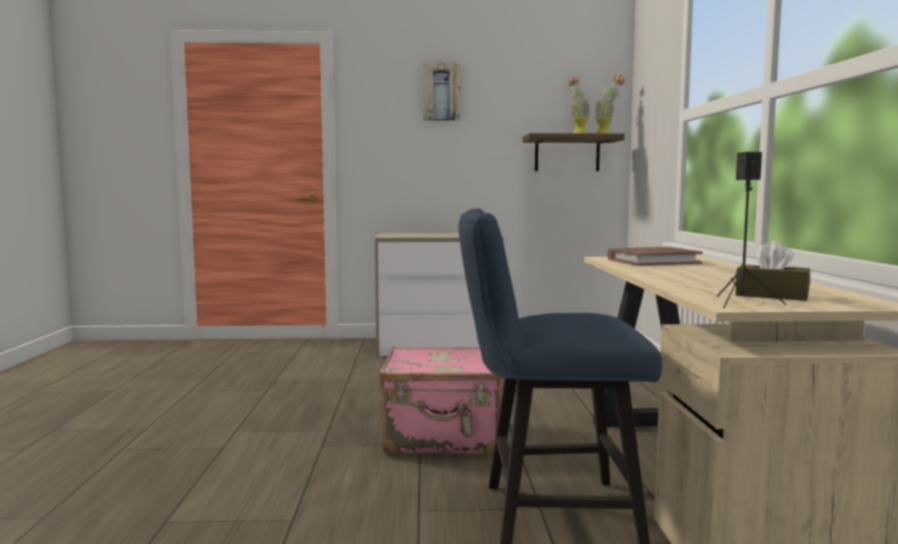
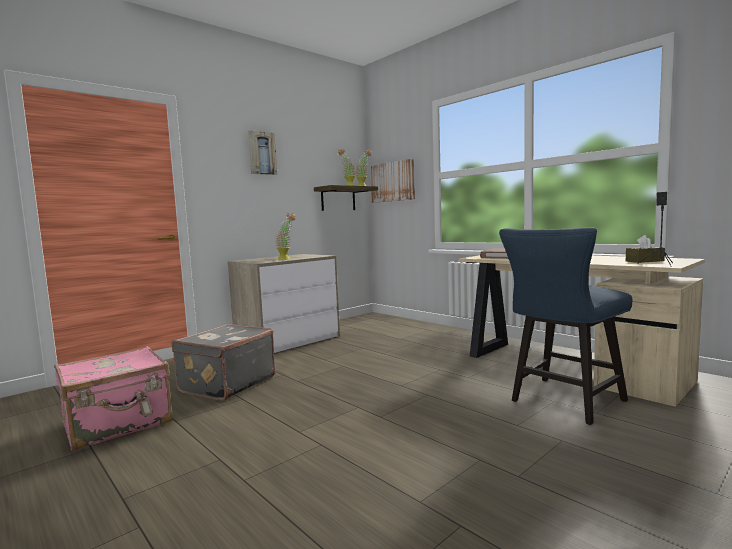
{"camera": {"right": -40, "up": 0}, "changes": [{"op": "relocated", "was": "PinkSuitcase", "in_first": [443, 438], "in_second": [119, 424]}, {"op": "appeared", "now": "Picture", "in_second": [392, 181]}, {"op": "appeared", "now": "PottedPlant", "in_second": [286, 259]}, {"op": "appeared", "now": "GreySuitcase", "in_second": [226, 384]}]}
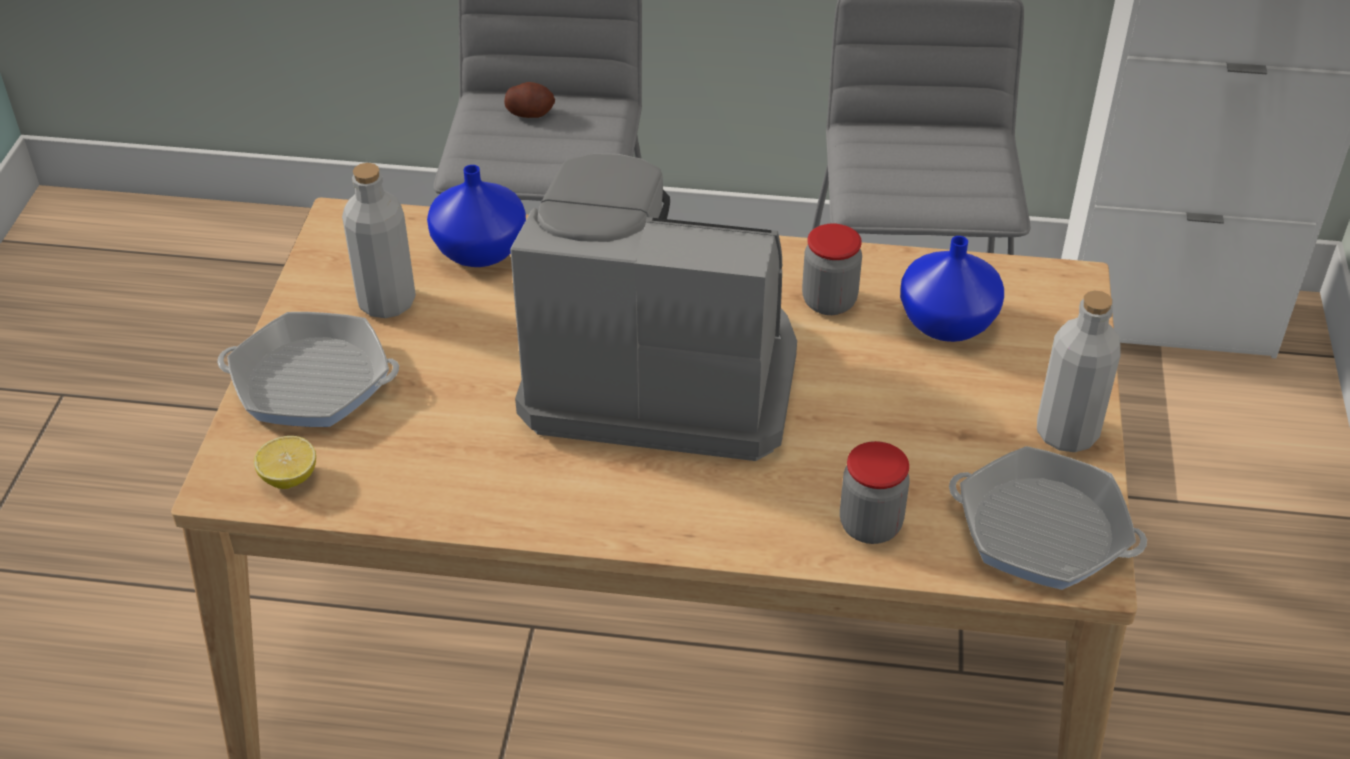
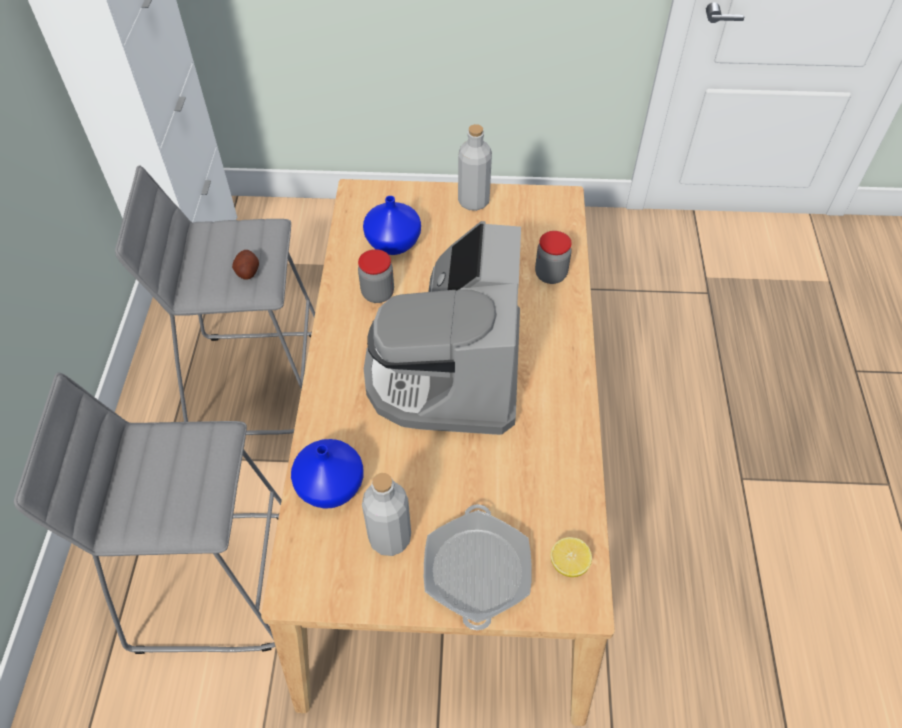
{"camera": {"right": -95, "up": 10}, "changes": [{"op": "relocated", "was": "Potato", "in_first": [530, 113], "in_second": [247, 272]}, {"op": "missing", "was": "FryingPan", "in_first": [1042, 530]}]}
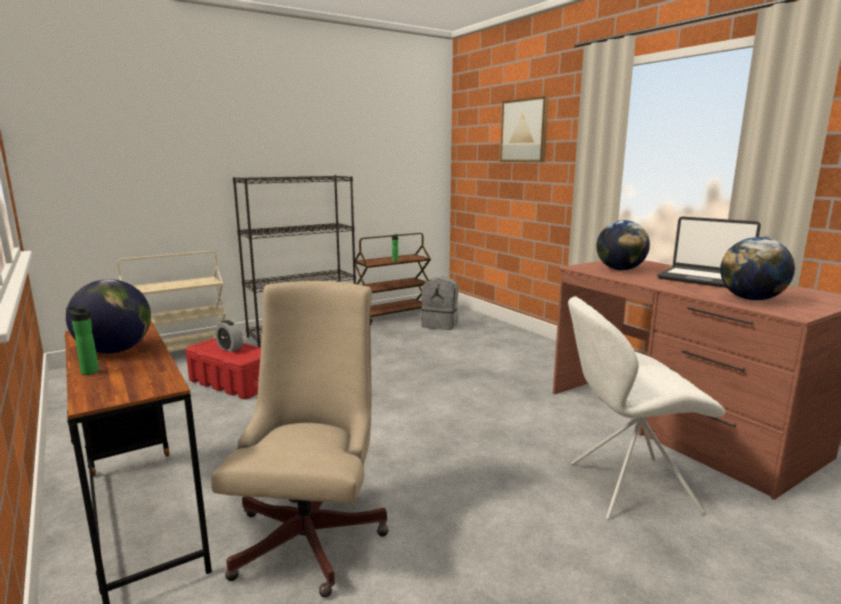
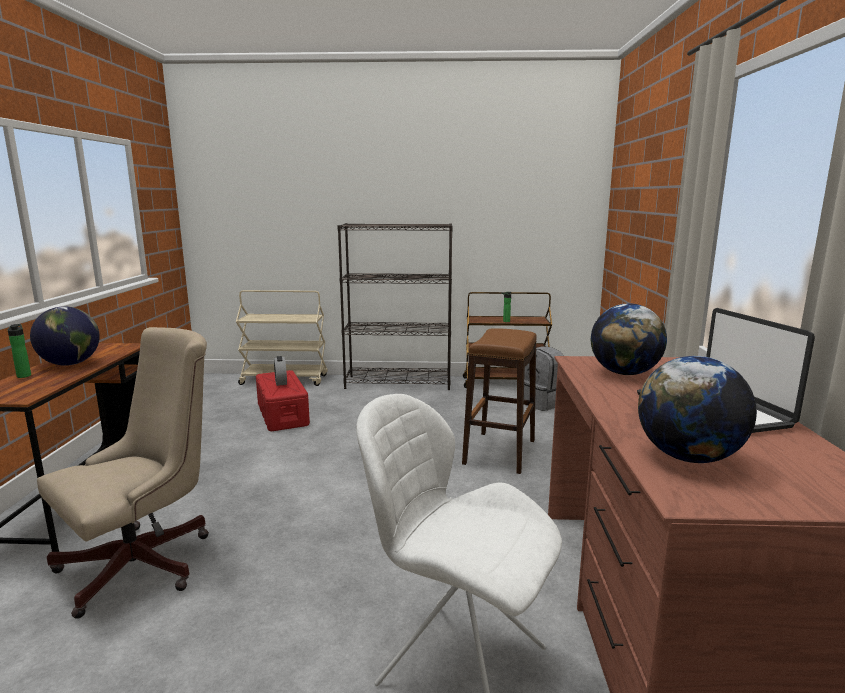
{"camera": {"right": 35, "up": 0}, "changes": [{"op": "missing", "was": "Picture", "in_first": [524, 130]}, {"op": "appeared", "now": "BrownStool", "in_second": [499, 451]}]}
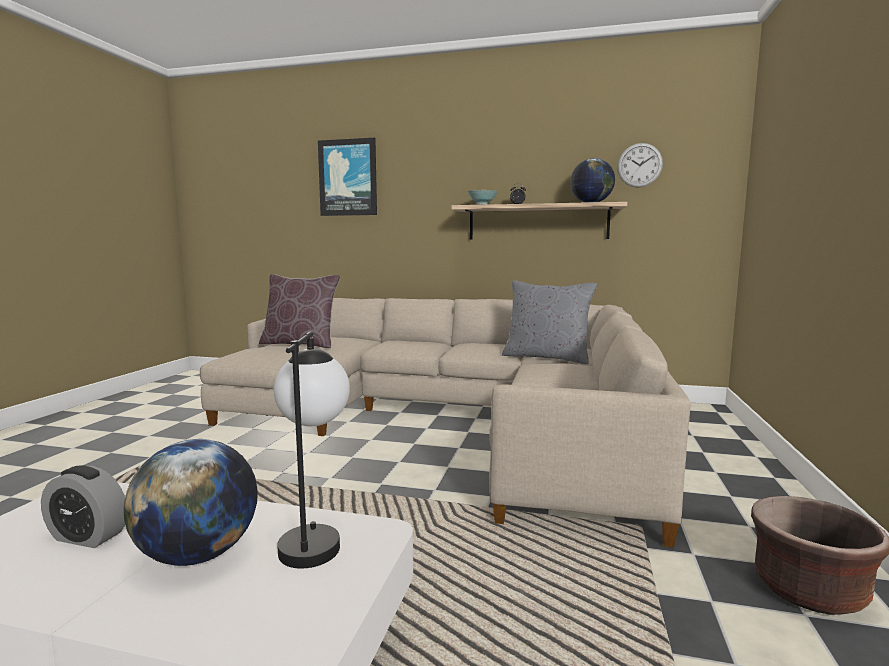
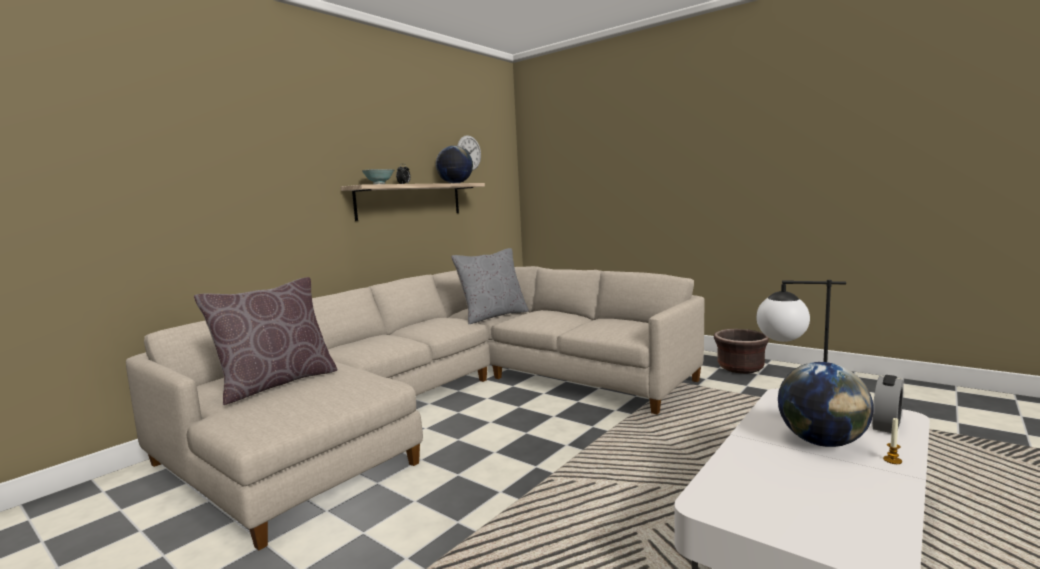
{"camera": {"right": -65, "up": 0}, "changes": [{"op": "missing", "was": "Picture", "in_first": [348, 178]}, {"op": "relocated", "was": "AlarmClock", "in_first": [88, 537], "in_second": [886, 425]}, {"op": "appeared", "now": "Candle", "in_second": [892, 460]}]}
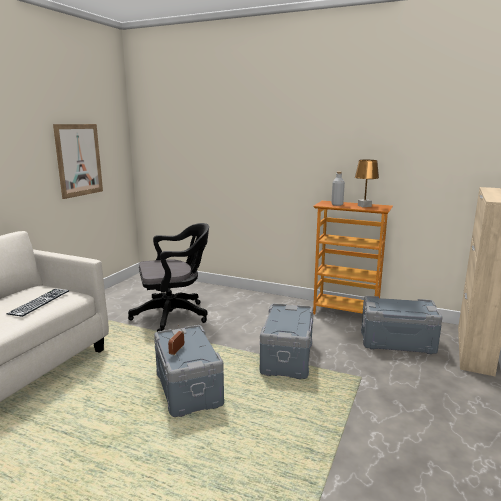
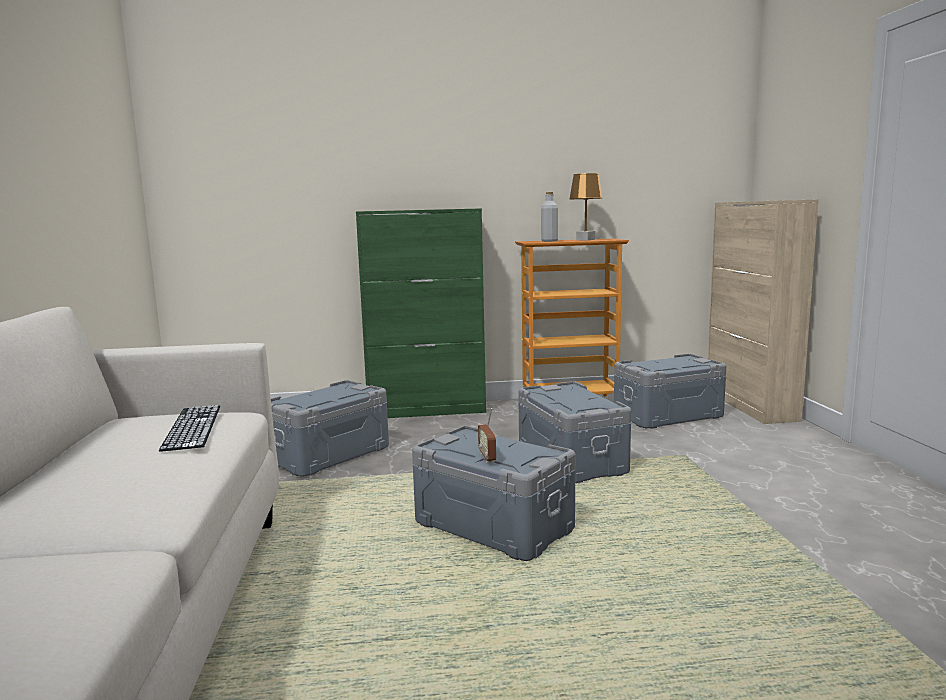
{"camera": {"right": -30, "up": -5}, "changes": [{"op": "missing", "was": "Picture", "in_first": [79, 160]}, {"op": "exchanged", "was": "BlackOfficeChair", "now": "GreyStorageBox", "in_first": [174, 315], "in_second": [329, 455]}, {"op": "appeared", "now": "GreenCabinet", "in_second": [427, 410]}]}
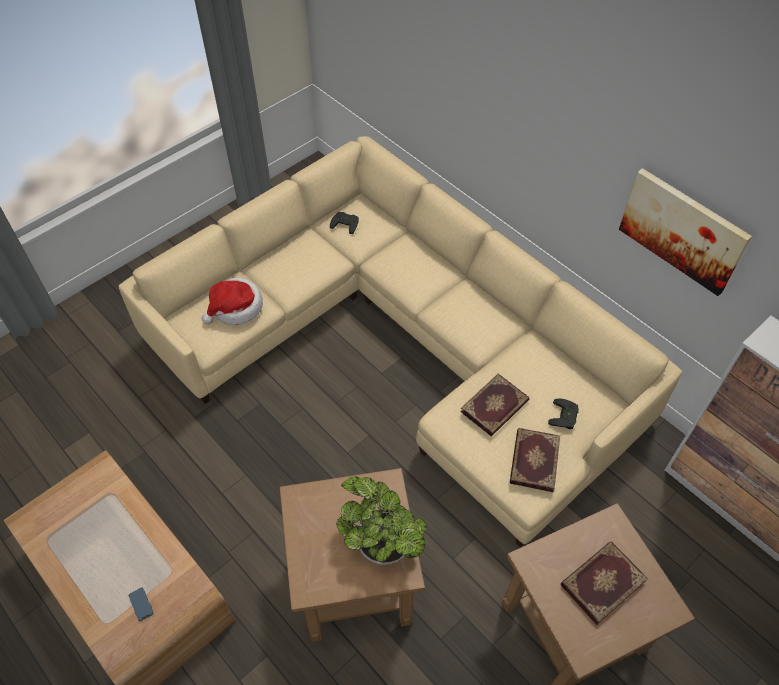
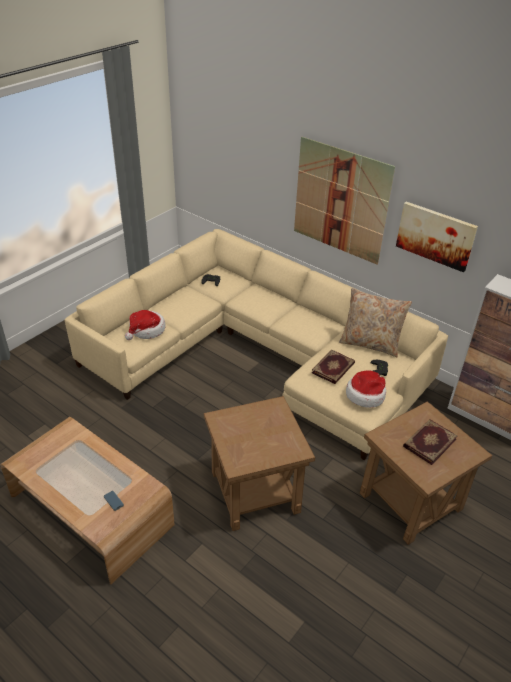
{"camera": {"right": -10, "up": -15}, "changes": [{"op": "exchanged", "was": "Book", "now": "Hat", "in_first": [533, 460], "in_second": [365, 395]}, {"op": "missing", "was": "PottedPlant", "in_first": [381, 542]}, {"op": "appeared", "now": "Picture", "in_second": [340, 201]}, {"op": "appeared", "now": "BeigePillow", "in_second": [370, 344]}]}
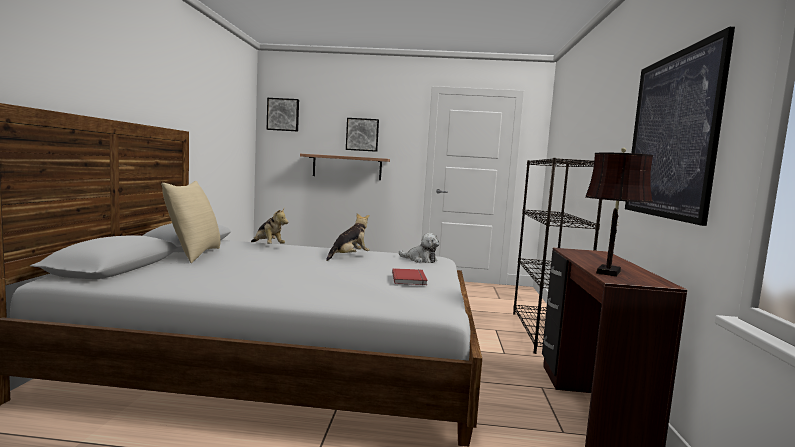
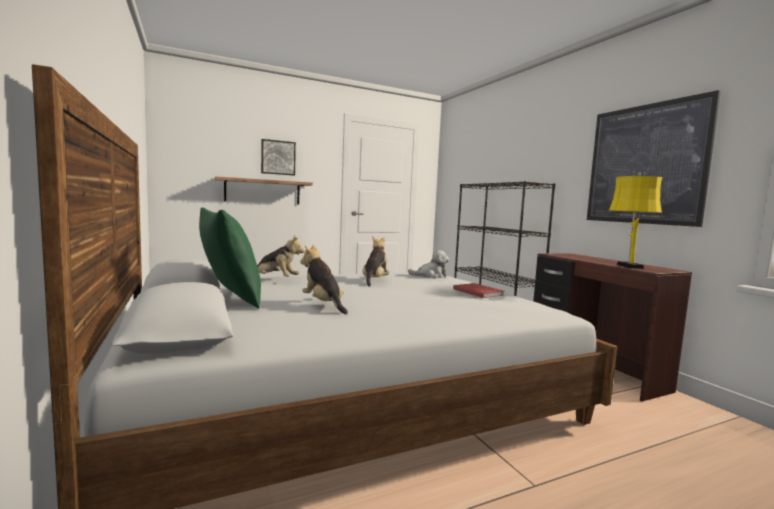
{"camera": {"right": -30, "up": 0}, "changes": [{"op": "missing", "was": "Picture", "in_first": [283, 114]}, {"op": "colour", "was": "BrownTableLamp", "now": "YellowTableLamp", "in_first": [609, 271], "in_second": [628, 266]}, {"op": "colour", "was": "BeigePillow", "now": "GreenPillow", "in_first": [193, 254], "in_second": [229, 299]}, {"op": "appeared", "now": "PlushToy", "in_second": [323, 305]}]}
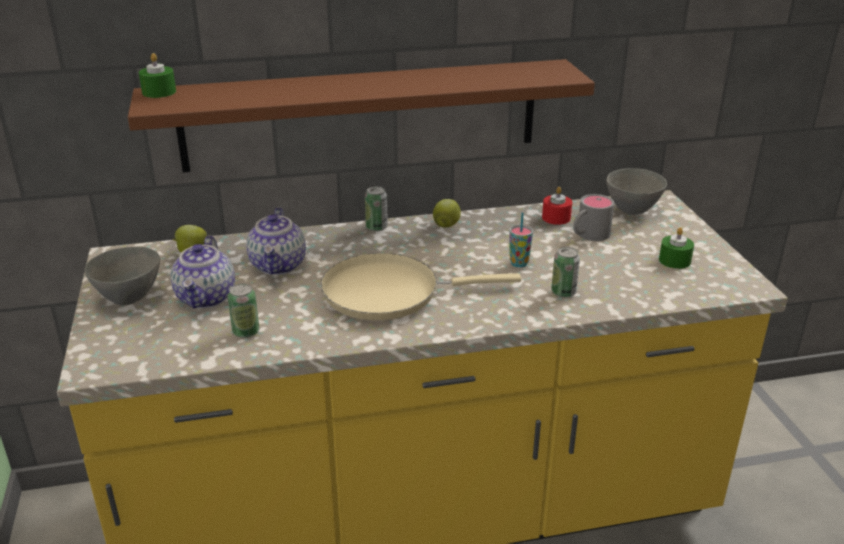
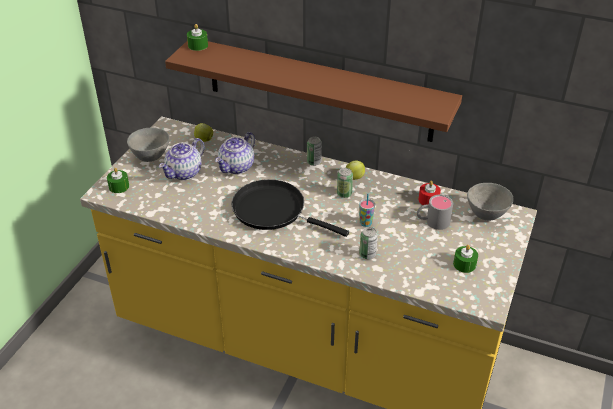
{"camera": {"right": 35, "up": 10}, "changes": [{"op": "colour", "was": "BeigeFryingPan", "now": "BlackFryingPan", "in_first": [389, 293], "in_second": [274, 210]}, {"op": "relocated", "was": "Can", "in_first": [246, 332], "in_second": [344, 194]}, {"op": "appeared", "now": "GreenCandle", "in_second": [119, 186]}]}
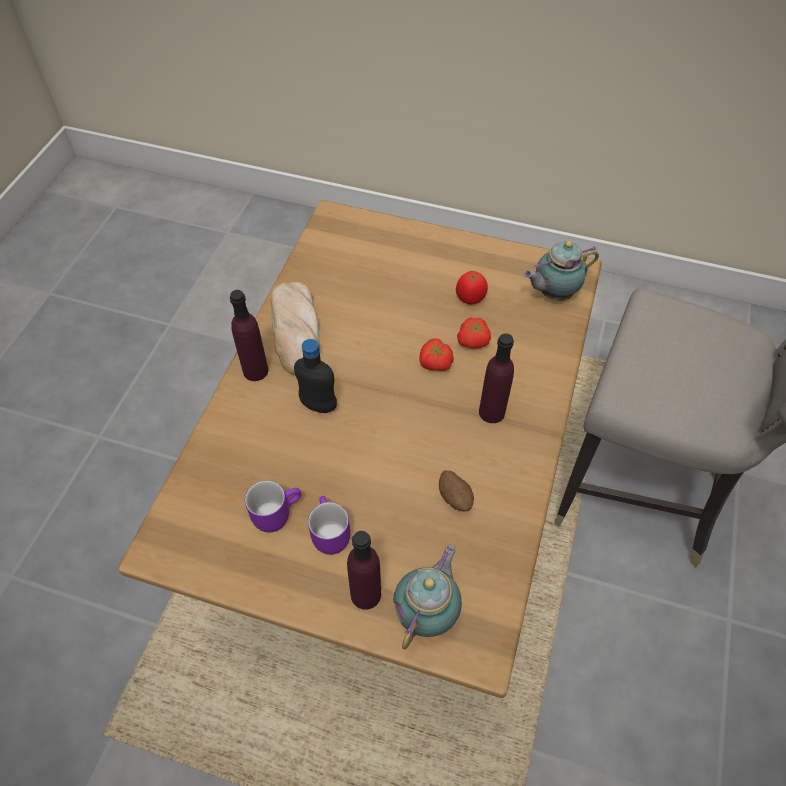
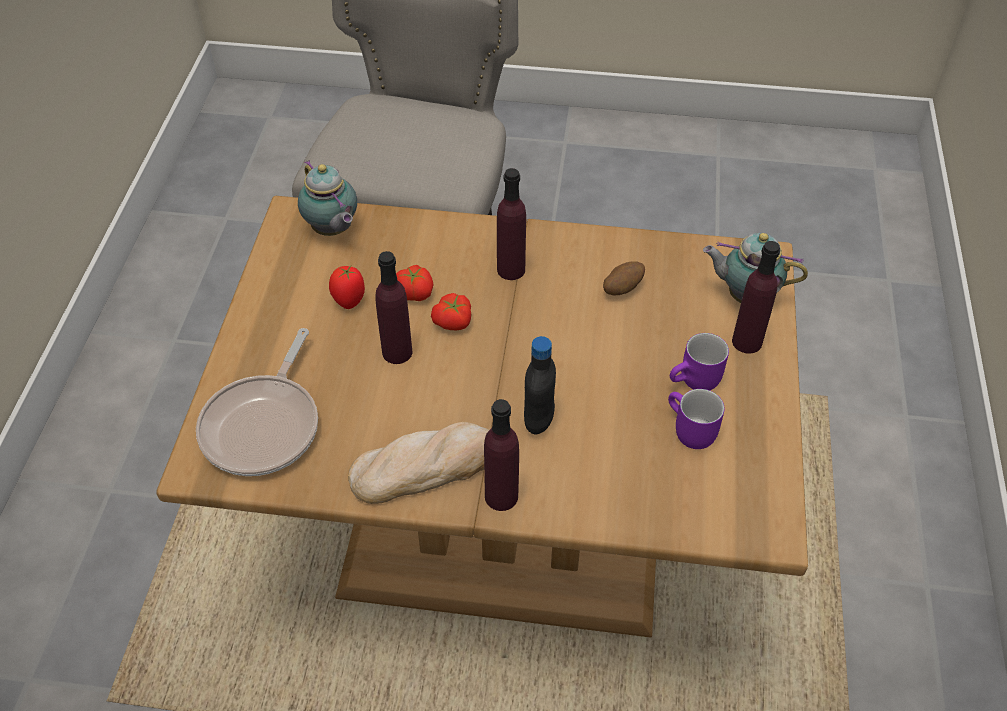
{"camera": {"right": -100, "up": -5}, "changes": [{"op": "appeared", "now": "PurpleBottle", "in_second": [397, 352]}, {"op": "appeared", "now": "FryingPan", "in_second": [264, 425]}]}
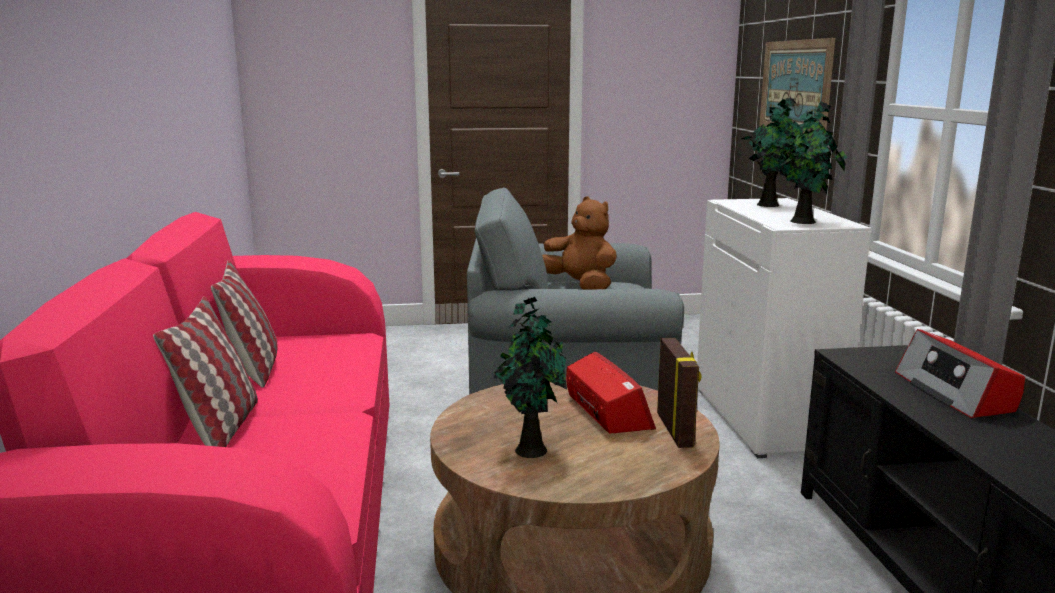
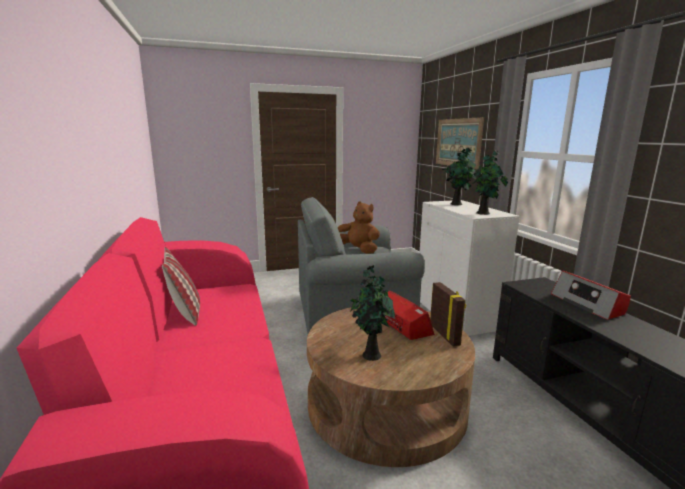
{"camera": {"right": -10, "up": 0}, "changes": [{"op": "missing", "was": "Pillow", "in_first": [220, 429]}]}
